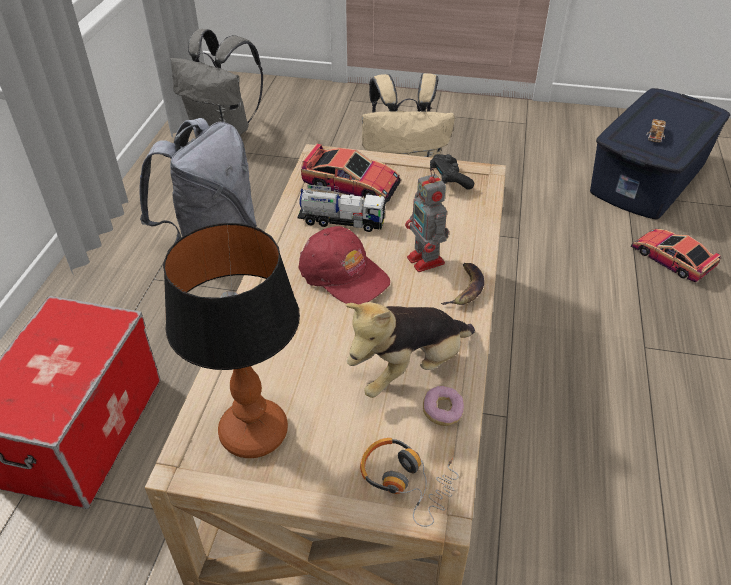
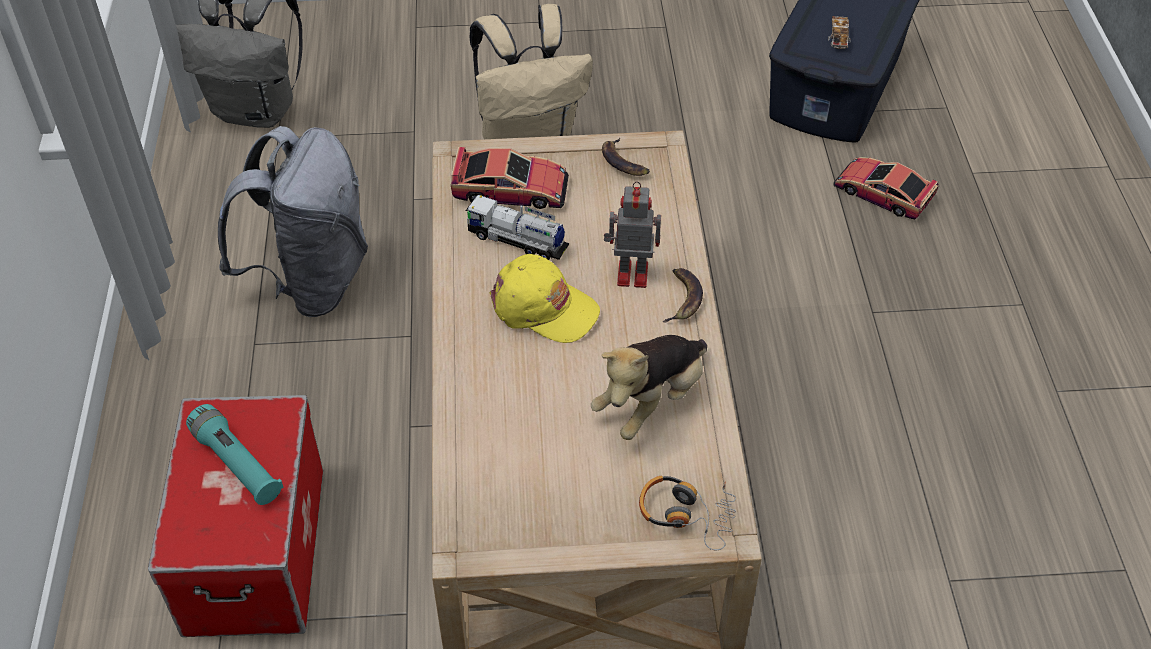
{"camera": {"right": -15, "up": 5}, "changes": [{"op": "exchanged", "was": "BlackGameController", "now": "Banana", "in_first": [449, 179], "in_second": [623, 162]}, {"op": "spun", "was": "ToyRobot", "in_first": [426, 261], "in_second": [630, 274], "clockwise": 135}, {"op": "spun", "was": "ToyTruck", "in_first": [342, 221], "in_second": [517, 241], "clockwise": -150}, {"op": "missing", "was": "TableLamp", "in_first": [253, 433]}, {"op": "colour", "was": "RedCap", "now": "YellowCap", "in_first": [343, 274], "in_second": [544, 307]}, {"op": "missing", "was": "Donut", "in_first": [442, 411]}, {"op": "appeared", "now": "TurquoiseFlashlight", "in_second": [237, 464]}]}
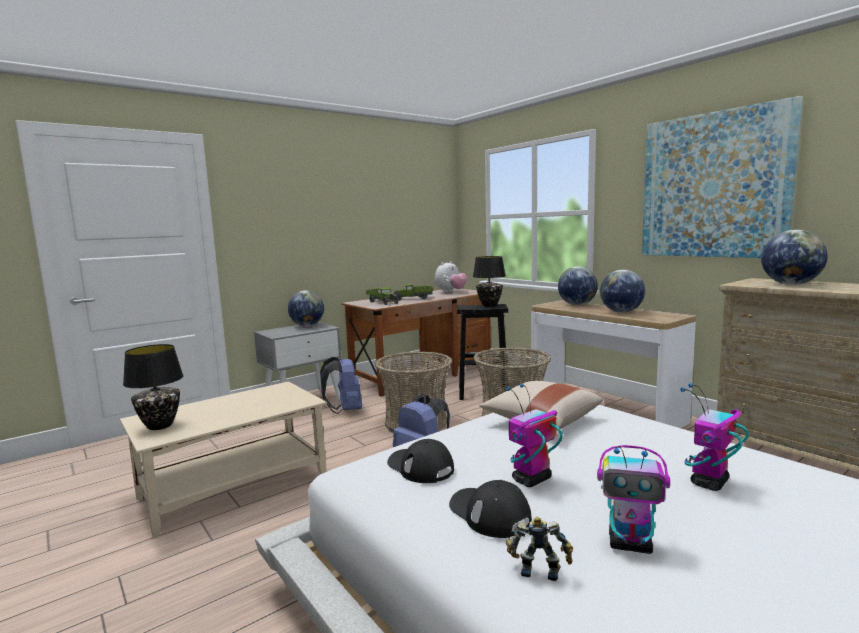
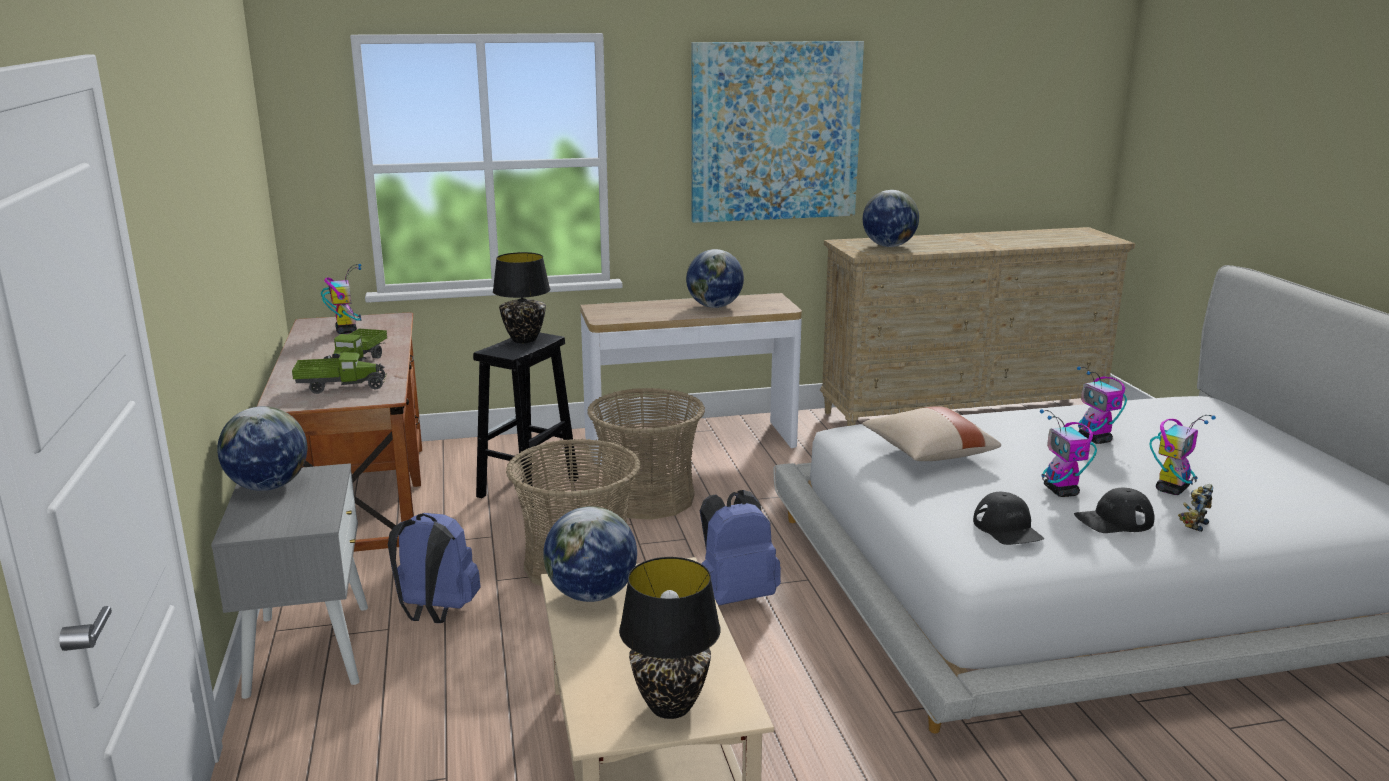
{"camera": {"right": -65, "up": 10}, "changes": [{"op": "exchanged", "was": "PlushToy", "now": "ToyRobot", "in_first": [450, 292], "in_second": [346, 330]}, {"op": "relocated", "was": "Globe", "in_first": [577, 305], "in_second": [591, 595]}, {"op": "spun", "was": "BlackCap", "in_first": [420, 467], "in_second": [1007, 528], "clockwise": -90}]}
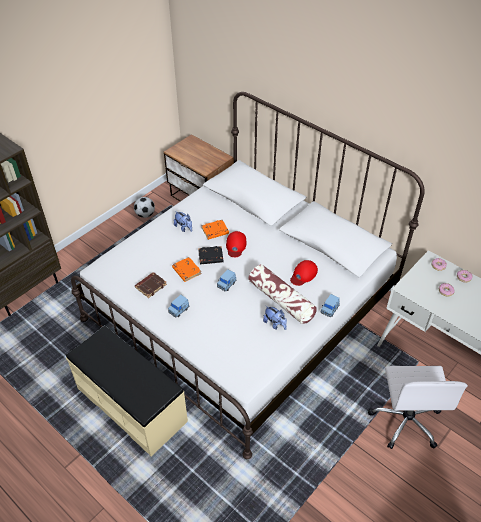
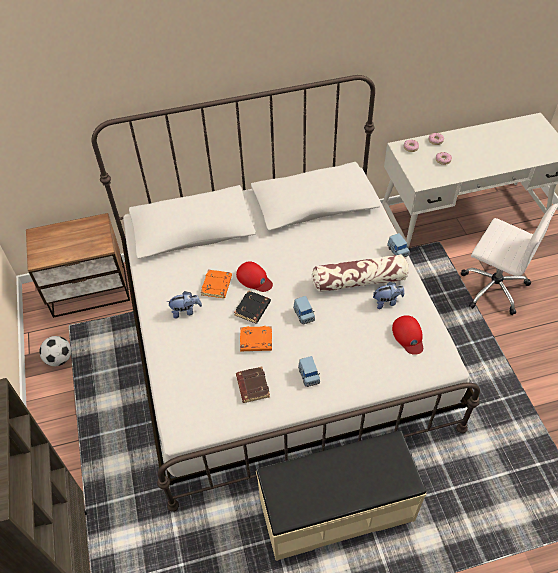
{"camera": {"right": -55, "up": 5}, "changes": [{"op": "relocated", "was": "RedCap", "in_first": [303, 274], "in_second": [408, 336]}]}
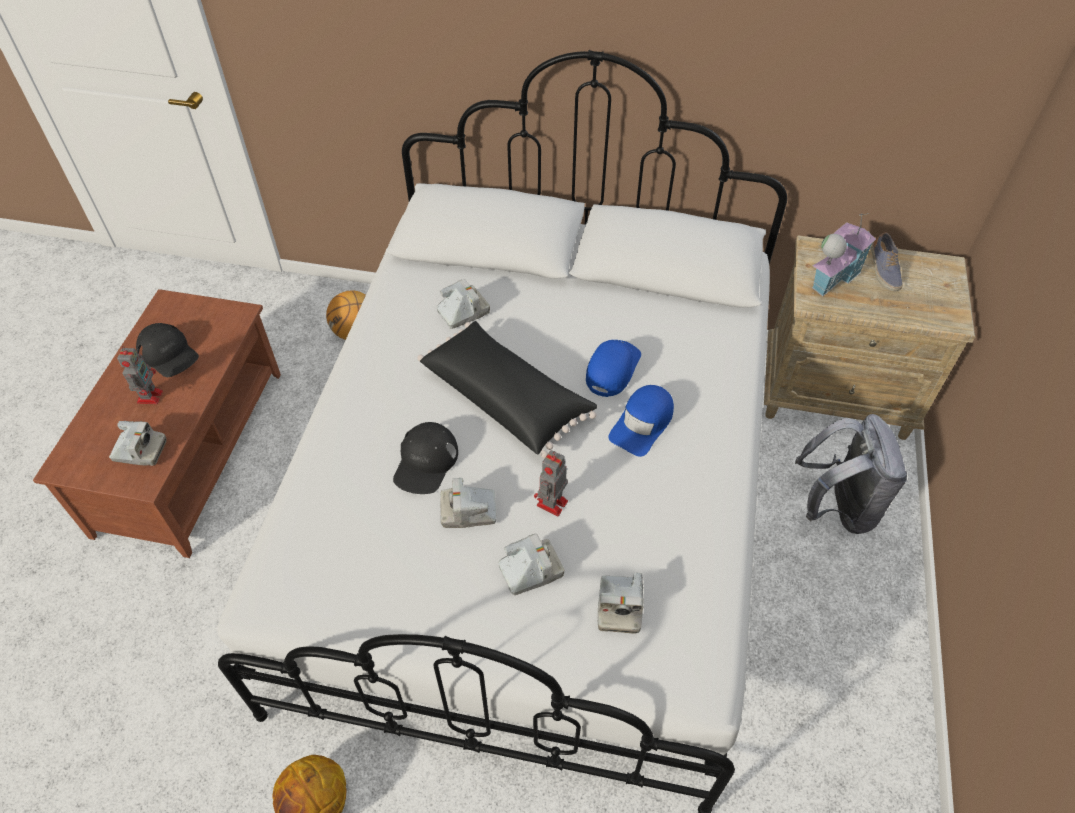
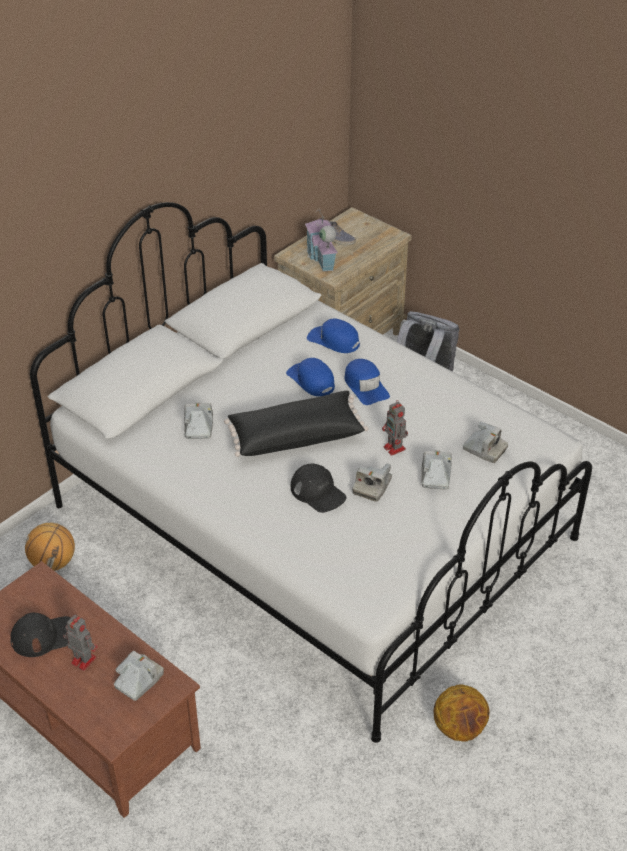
{"camera": {"right": -60, "up": -10}, "changes": [{"op": "appeared", "now": "BlueCap", "in_second": [333, 340]}]}
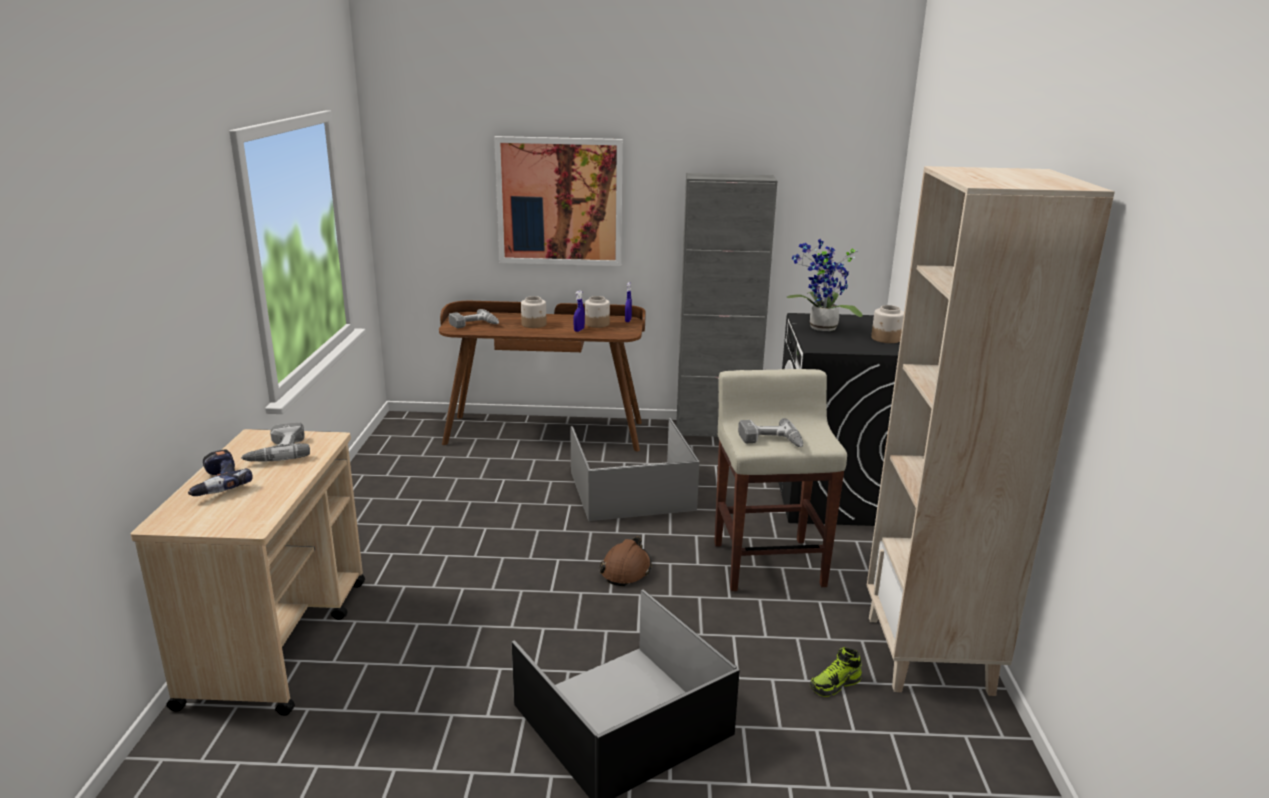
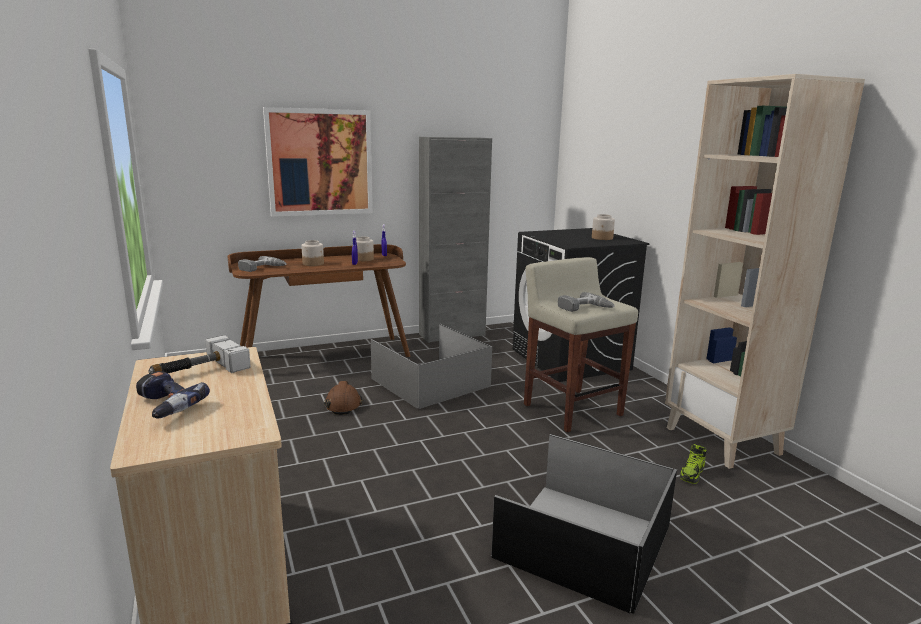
{"camera": {"right": -25, "up": -5}, "changes": [{"op": "missing", "was": "PottedPlant", "in_first": [820, 329]}, {"op": "exchanged", "was": "PowerDrill", "now": "Hammer", "in_first": [277, 451], "in_second": [198, 371]}, {"op": "relocated", "was": "BrownHardHat", "in_first": [626, 570], "in_second": [343, 404]}]}
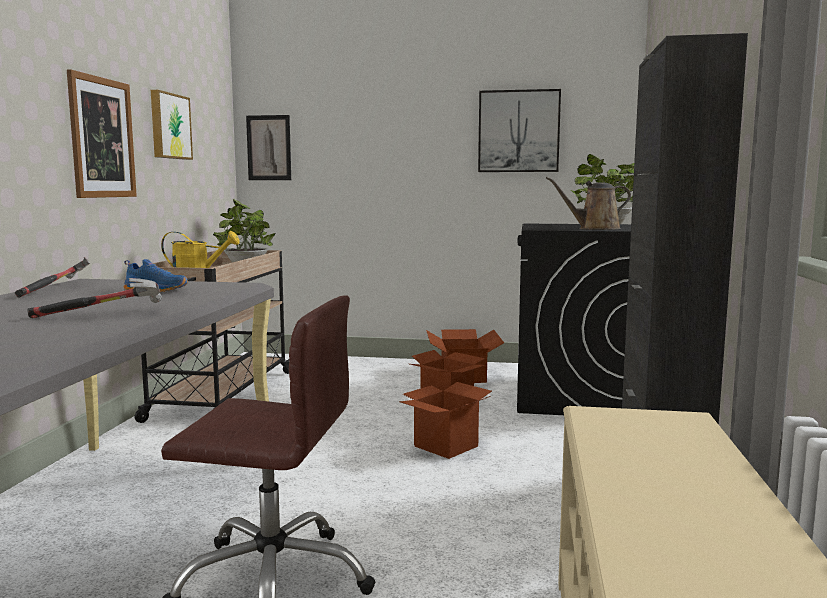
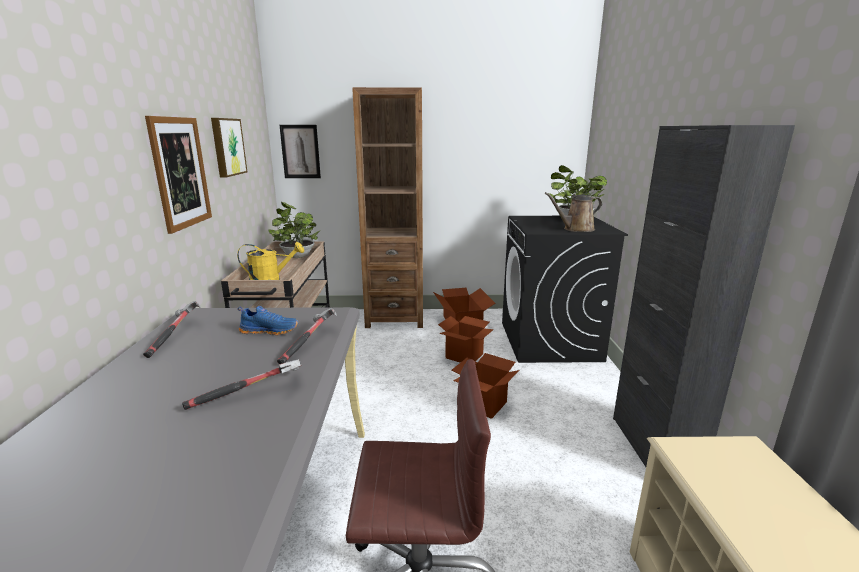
{"camera": {"right": -10, "up": 10}, "changes": [{"op": "missing", "was": "Picture", "in_first": [518, 131]}, {"op": "appeared", "now": "BrownBookcase", "in_second": [395, 318]}, {"op": "appeared", "now": "Hammer", "in_second": [310, 343]}]}
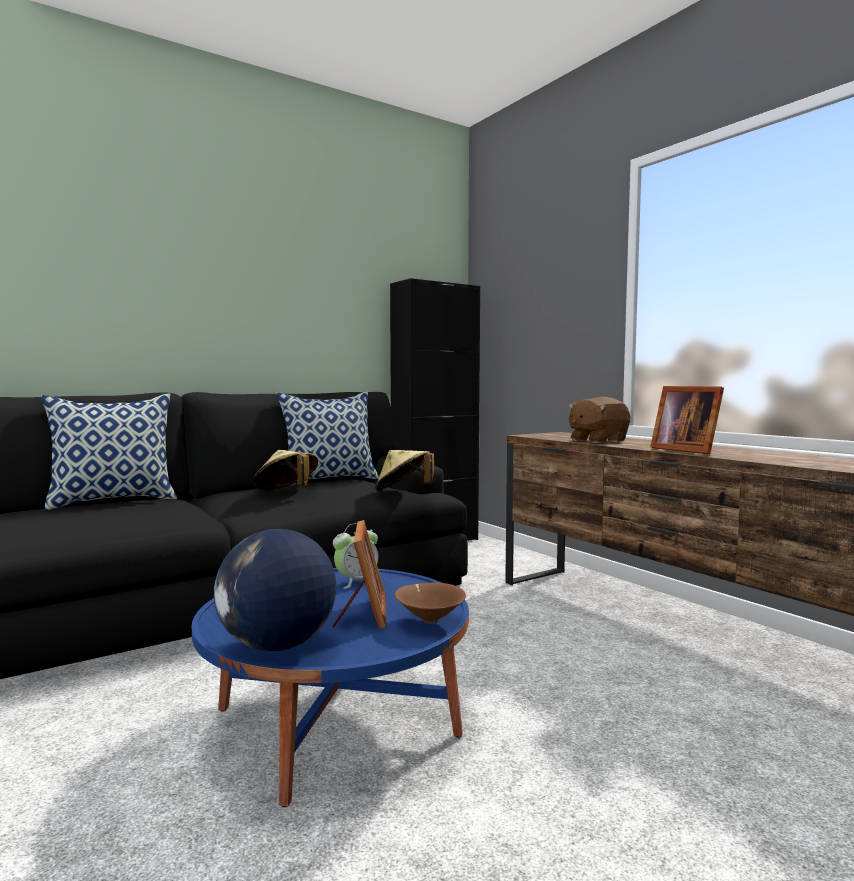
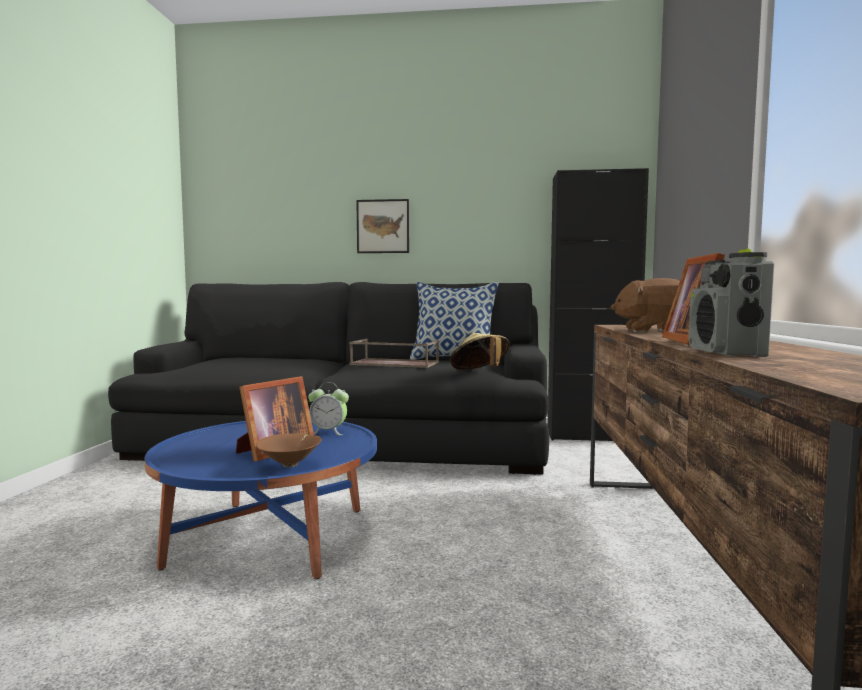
{"camera": {"right": 40, "up": 0}, "changes": [{"op": "missing", "was": "Pillow", "in_first": [114, 501]}, {"op": "exchanged", "was": "BeigeHat", "now": "BrownTray", "in_first": [286, 492], "in_second": [393, 363]}, {"op": "missing", "was": "Globe", "in_first": [277, 646]}, {"op": "appeared", "now": "Picture", "in_second": [383, 226]}, {"op": "appeared", "now": "Radio", "in_second": [726, 353]}]}
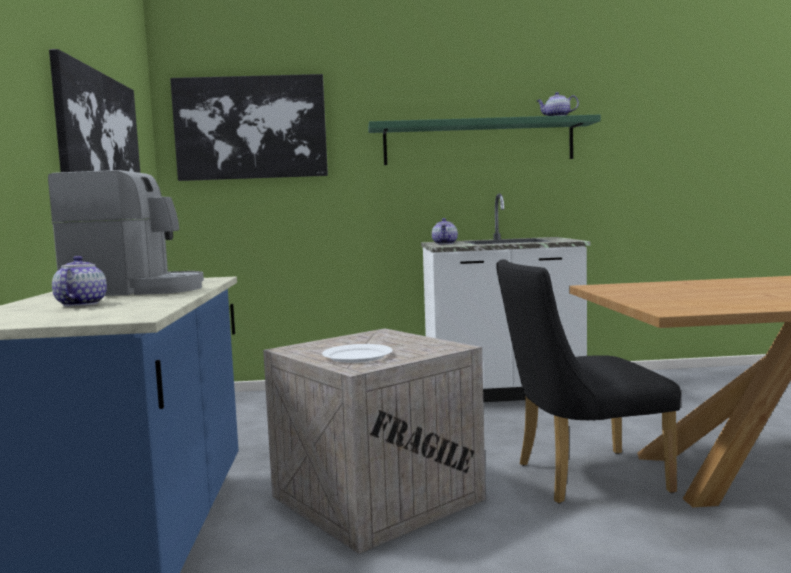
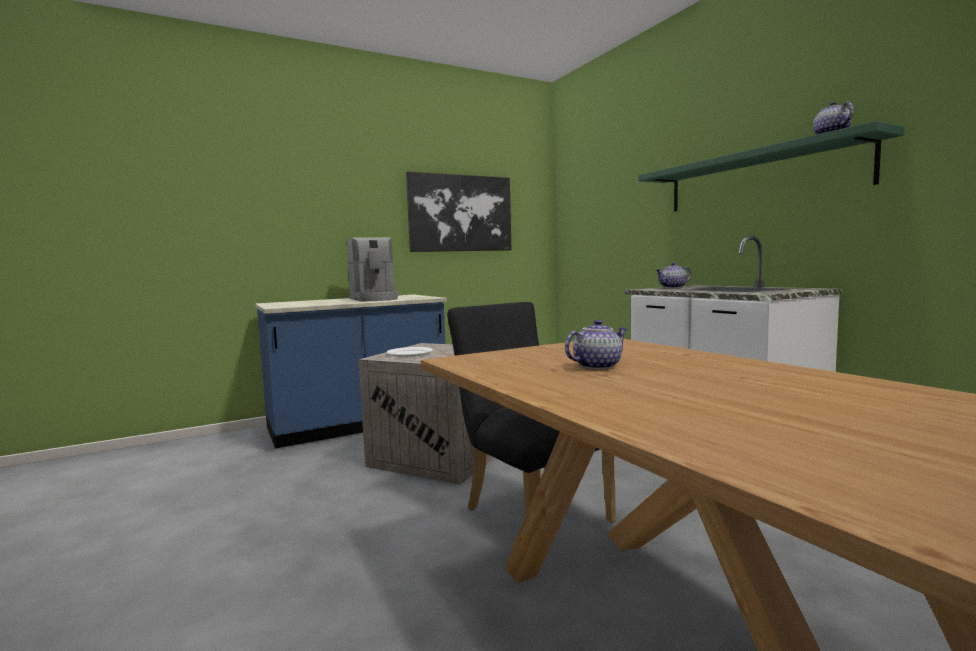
{"camera": {"right": 65, "up": 0}, "changes": [{"op": "missing", "was": "Picture", "in_first": [251, 128]}, {"op": "relocated", "was": "Teapot", "in_first": [80, 304], "in_second": [596, 366]}]}
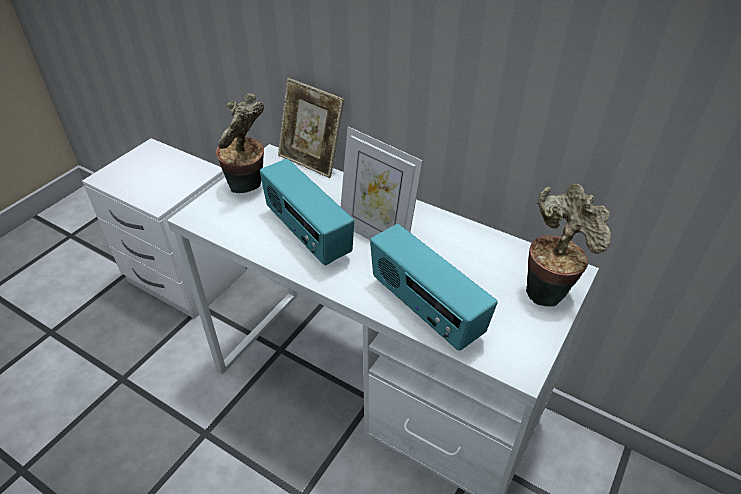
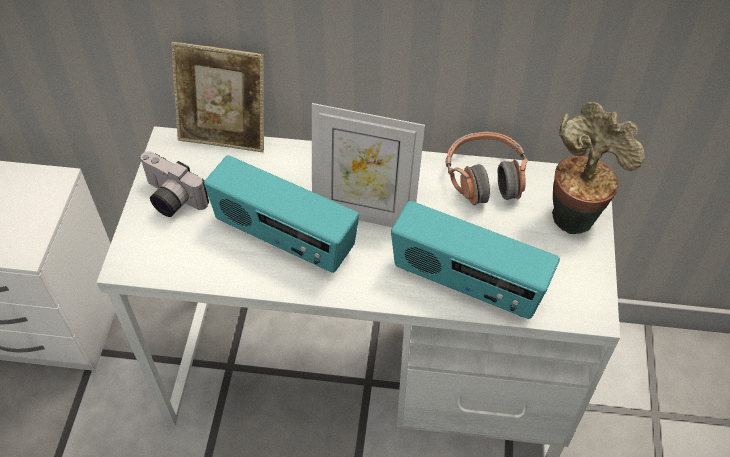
{"camera": {"right": -25, "up": 10}, "changes": [{"op": "exchanged", "was": "PottedPlant", "now": "PhotoCamera", "in_first": [248, 187], "in_second": [170, 199]}, {"op": "appeared", "now": "Headphones", "in_second": [485, 178]}]}
